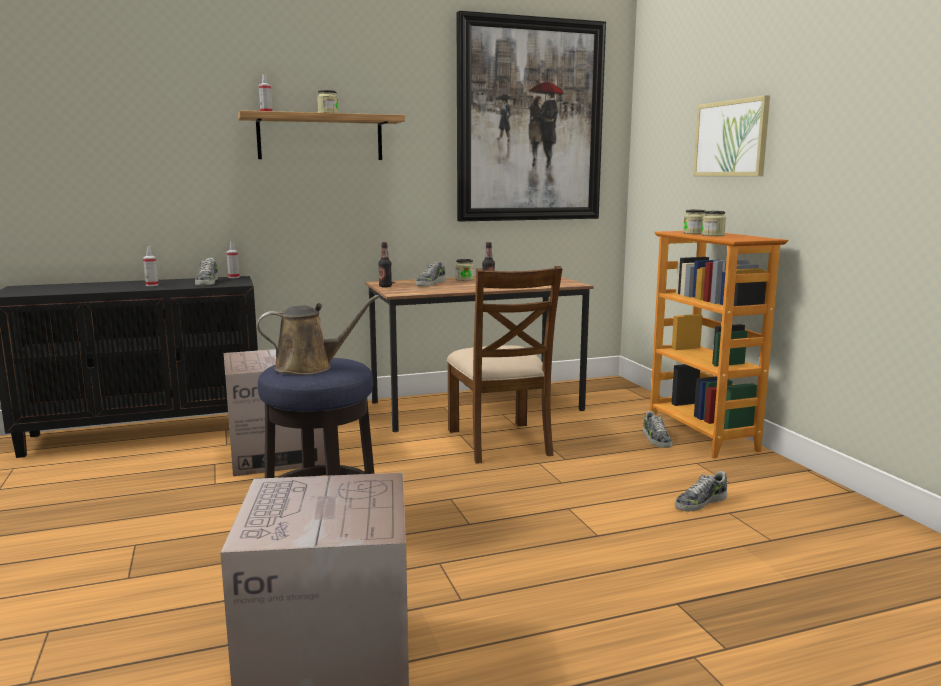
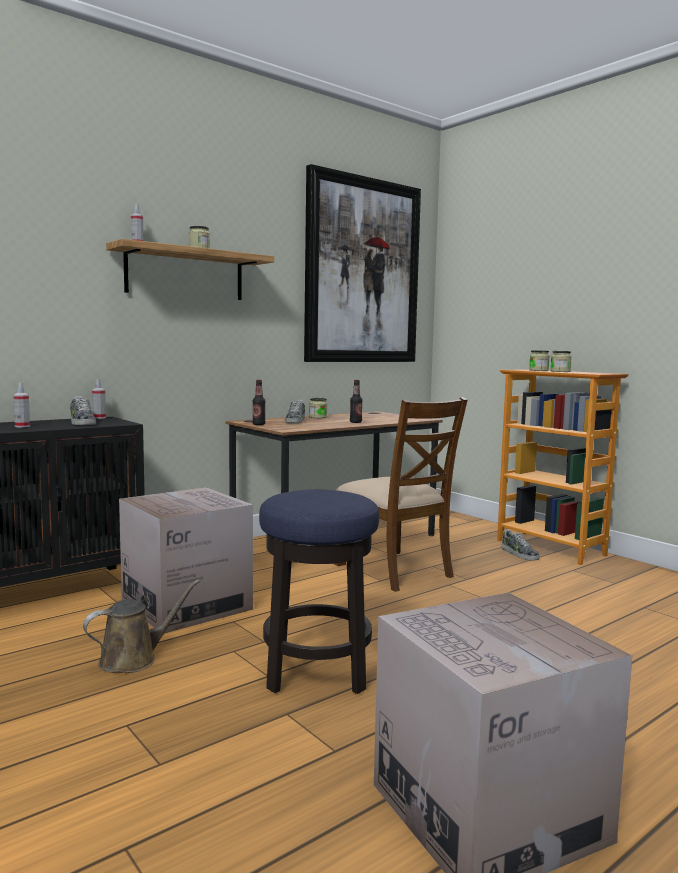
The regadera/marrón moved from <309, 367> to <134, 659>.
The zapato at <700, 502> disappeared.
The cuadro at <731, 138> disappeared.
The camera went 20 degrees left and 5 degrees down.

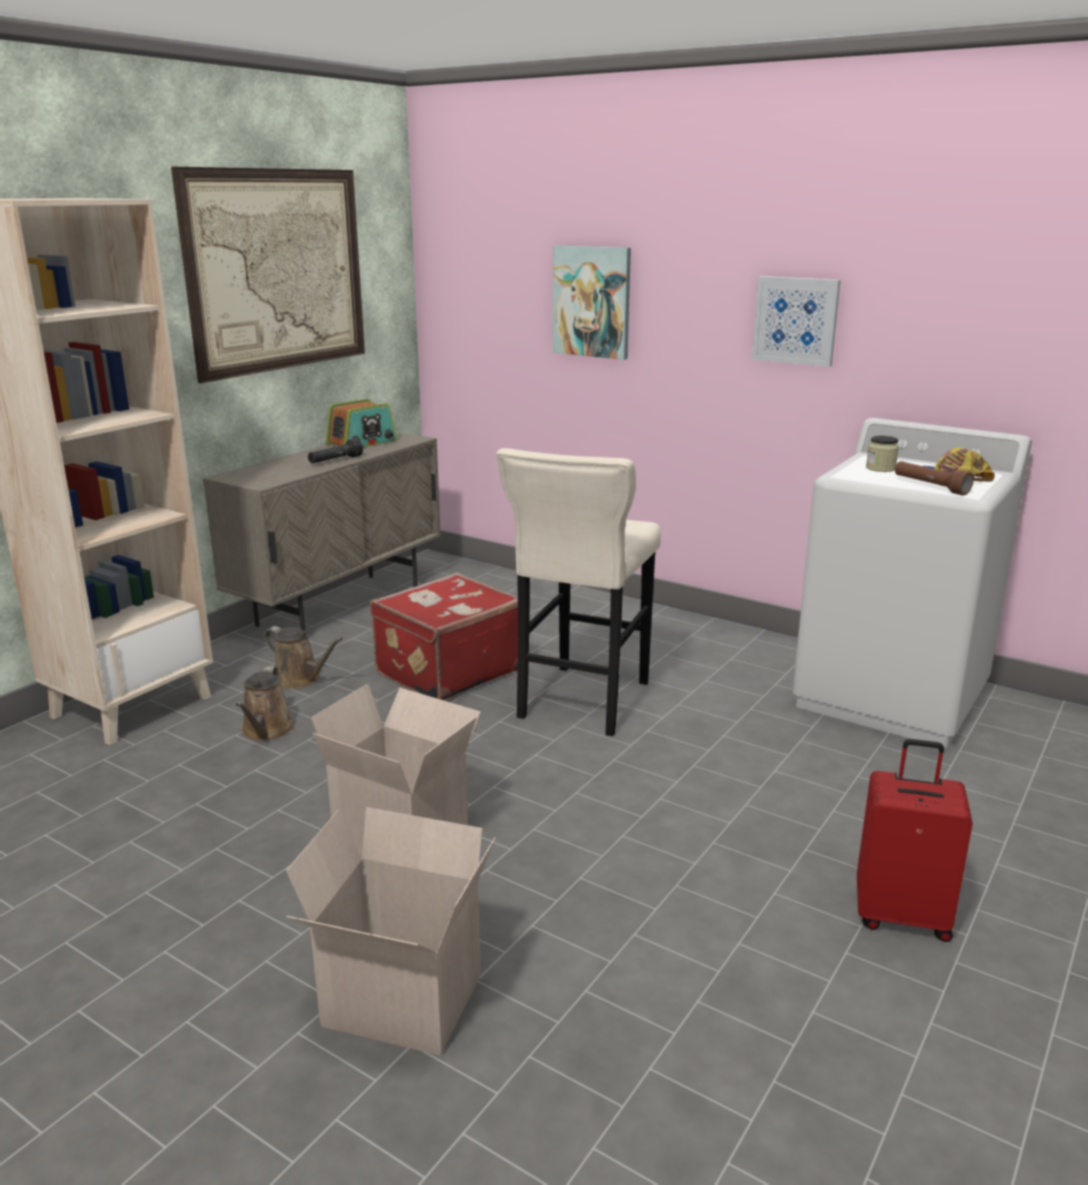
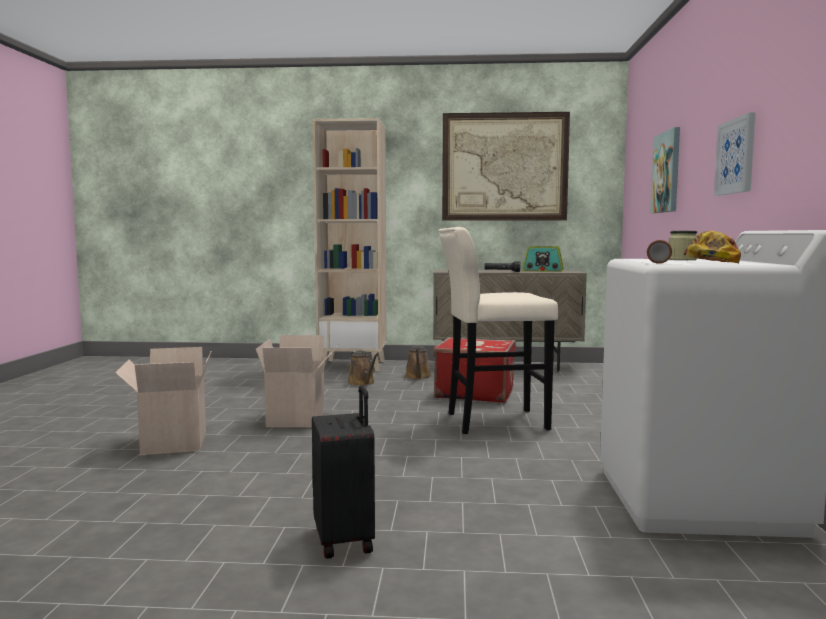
The maleta/rojo at <901, 915> became the maleta/negro at <345, 539>.
The regadera/marrón at <266, 731> turned 90 degrees counterclockwise.
The camera went 60 degrees right and 15 degrees down.

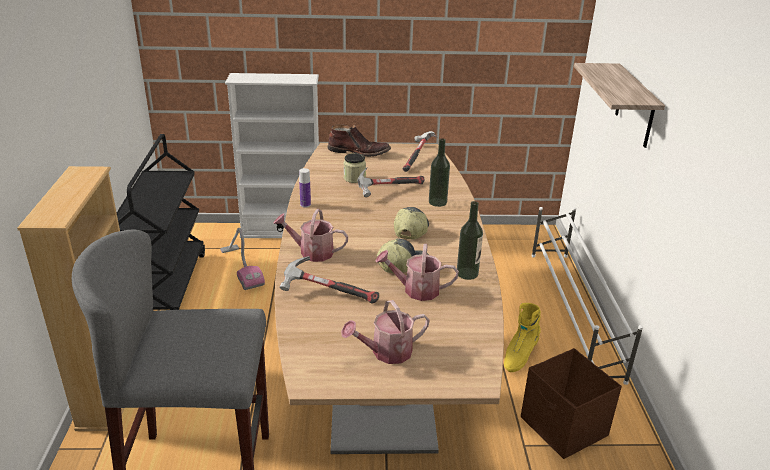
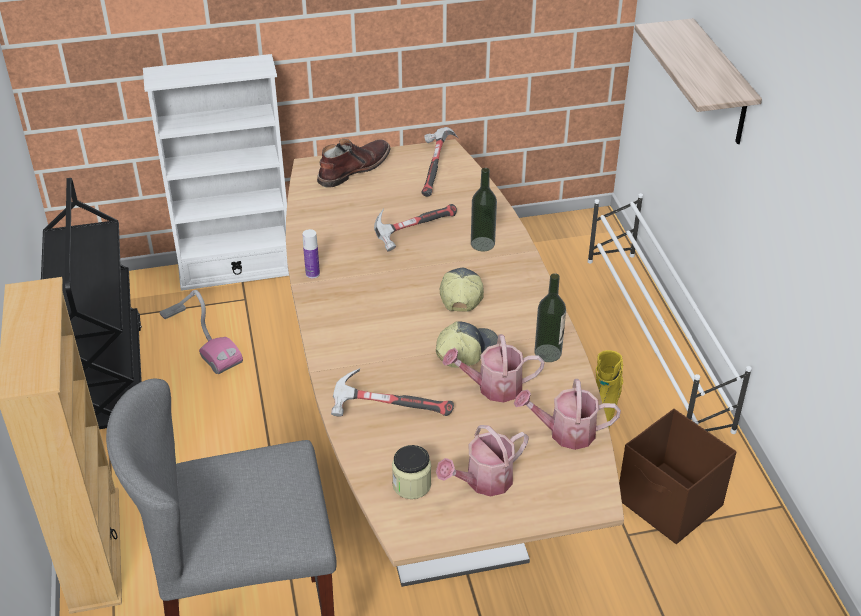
The bota/marrón at <359, 152> turned 45 degrees counterclockwise.
The tarro moved from <354, 178> to <411, 485>.
The regadera moved from <312, 252> to <565, 432>.
The camera went 10 degrees left and 10 degrees up.

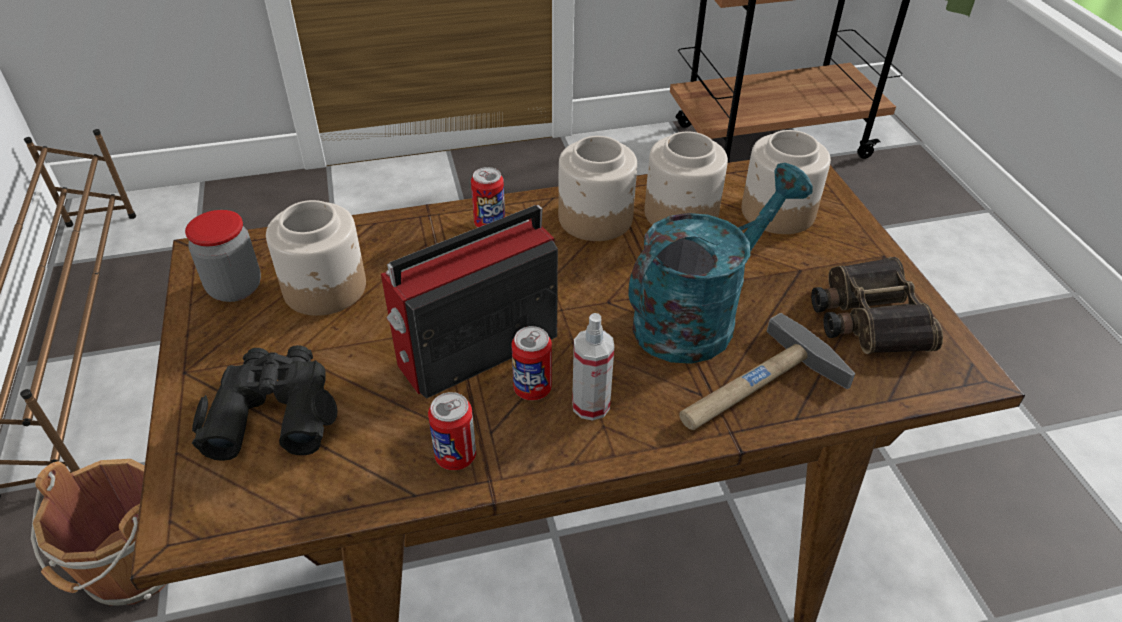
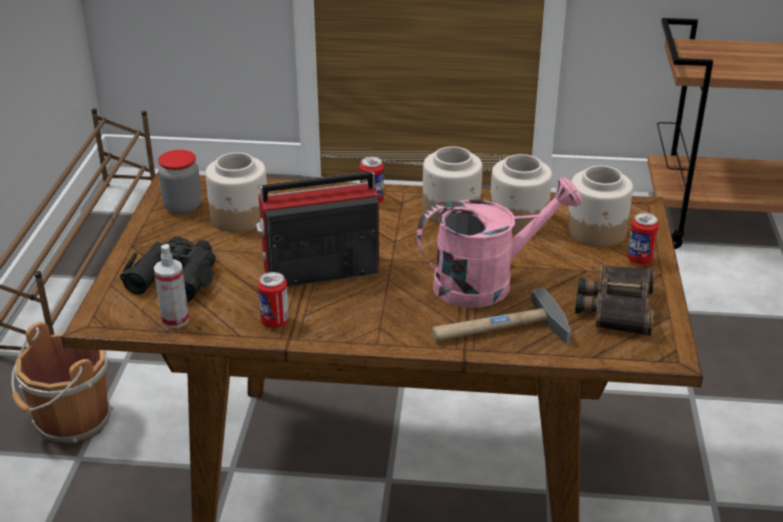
The pulverizador moved from <591, 405> to <175, 320>.
The regadera/turquesa at <697, 316> became the regadera/rosa at <486, 282>.
The lata moved from <532, 388> to <639, 260>.
The camera went 20 degrees right and 10 degrees down.

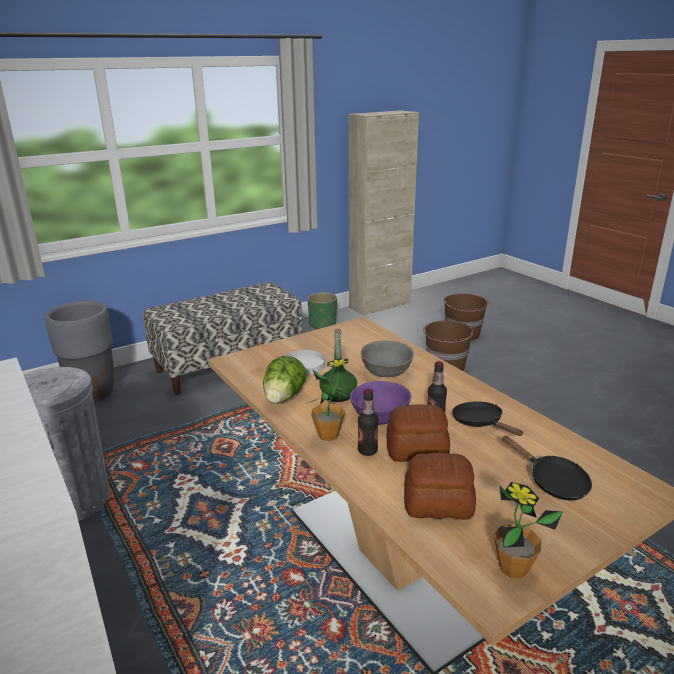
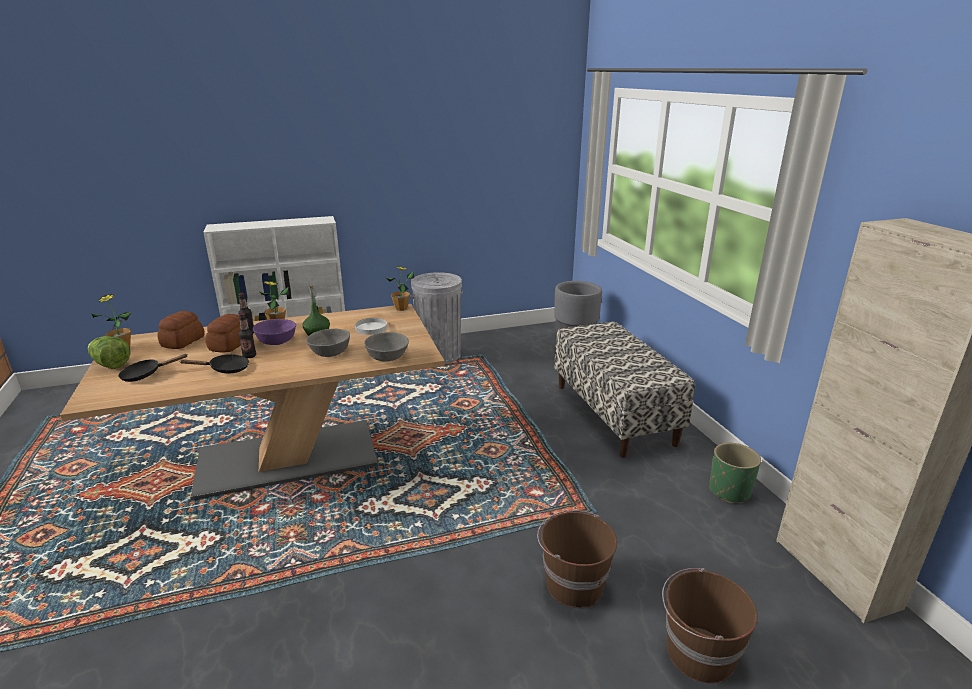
The lechuga moved from <284, 398> to <111, 364>.
The cuenco/gris at <388, 357> appeared.
The planta en maceta at <401, 308> appeared.
The camera went 105 degrees right and 0 degrees up.

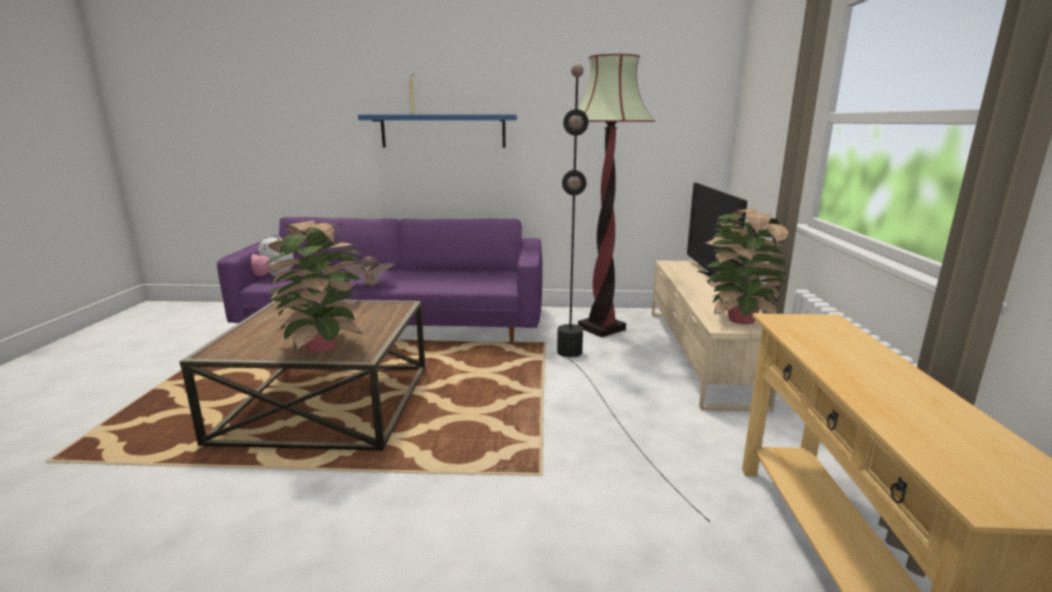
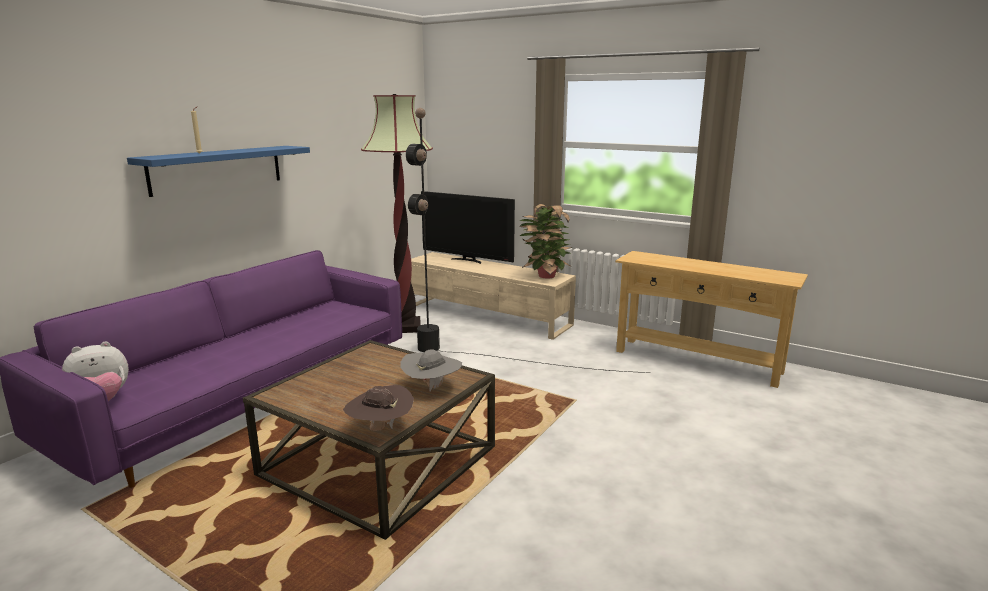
The sombrero/marrón moved from <371, 285> to <380, 429>.
The planta en maceta at <324, 347> was replaced by the sombrero/gris at <432, 387>.
The camera went 60 degrees left and 0 degrees up.

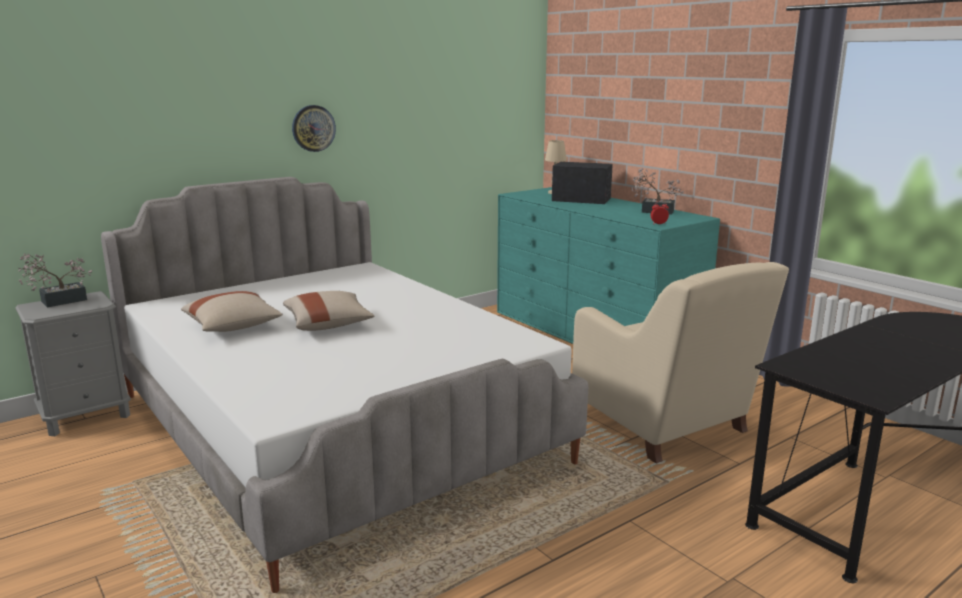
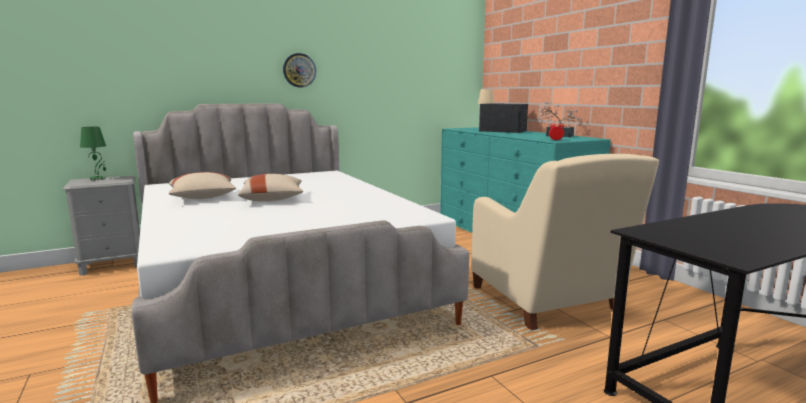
The planta en maceta at <58, 301> was replaced by the lámpara de mesa/verde at <98, 179>.
The camera went 10 degrees right and 5 degrees down.

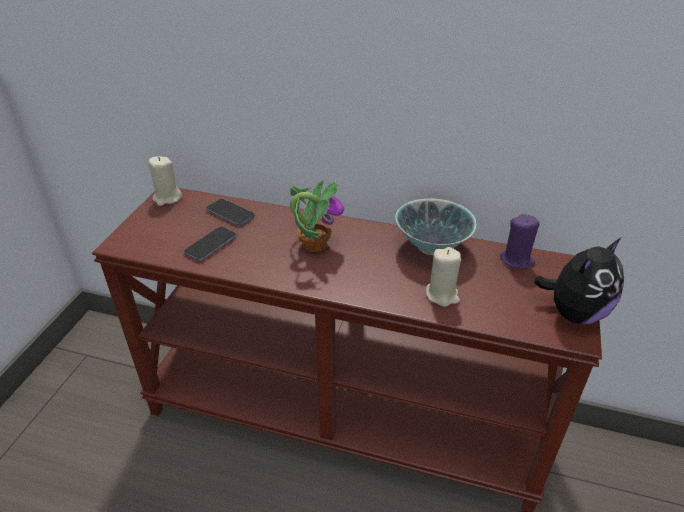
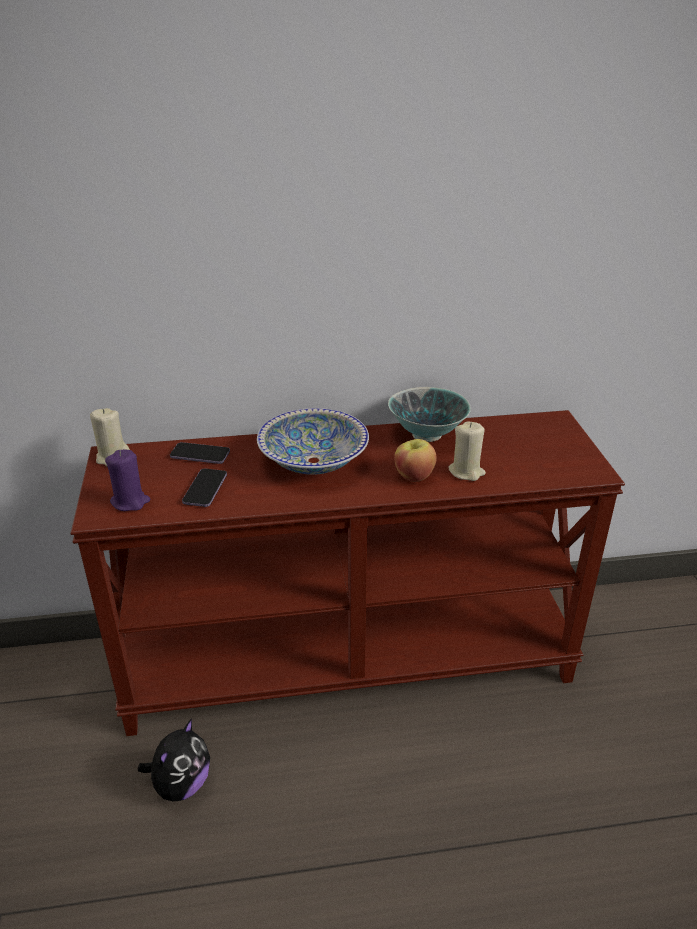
The vela/morado moved from <517, 260> to <130, 502>.
The peluche moved from <574, 313> to <181, 784>.
The planta en maceta at <314, 244> was replaced by the cuenco at <313, 461>.
The manzana at <413, 476> appeared.
The camera went 25 degrees left and 5 degrees down.

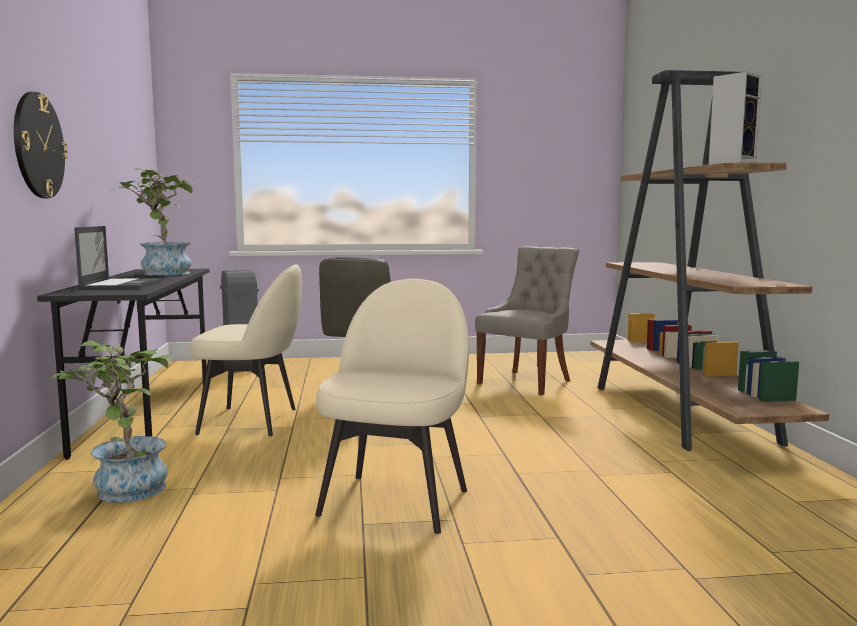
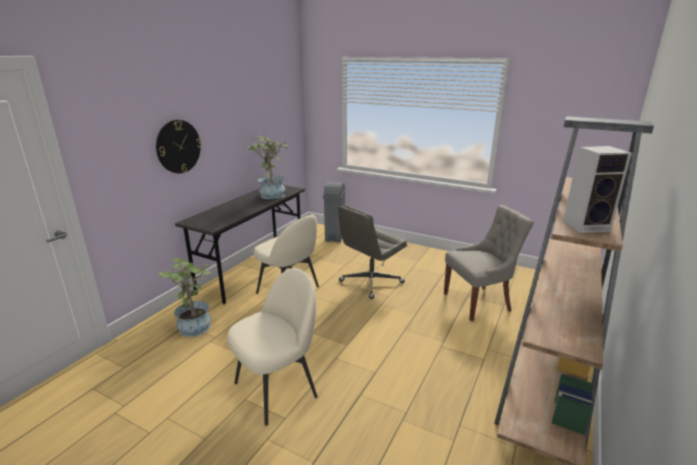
The portátil at <122, 285> disappeared.
The camera went 35 degrees right and 15 degrees up.

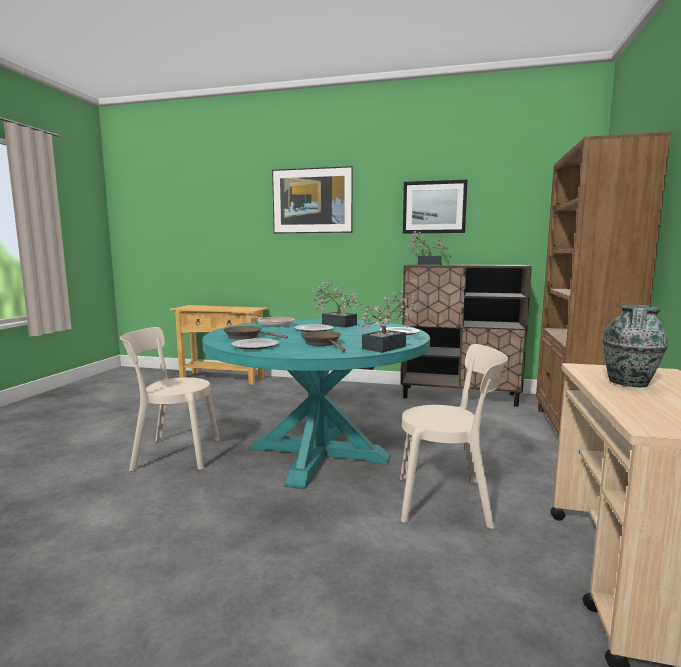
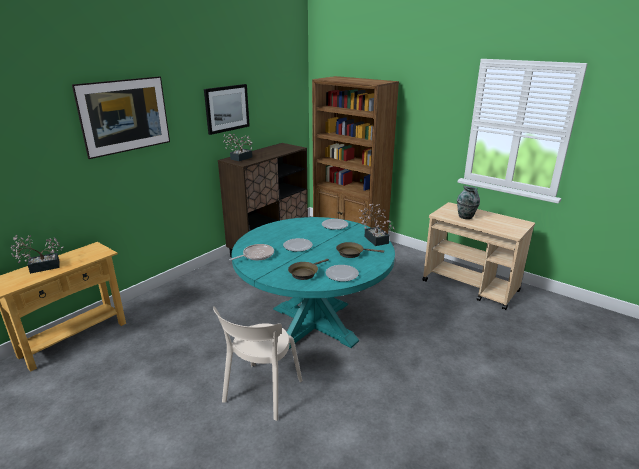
The planta en maceta moved from <336, 324> to <41, 267>.
The silla/beis at <448, 501> disappeared.
The camera went 65 degrees left and 15 degrees up.

